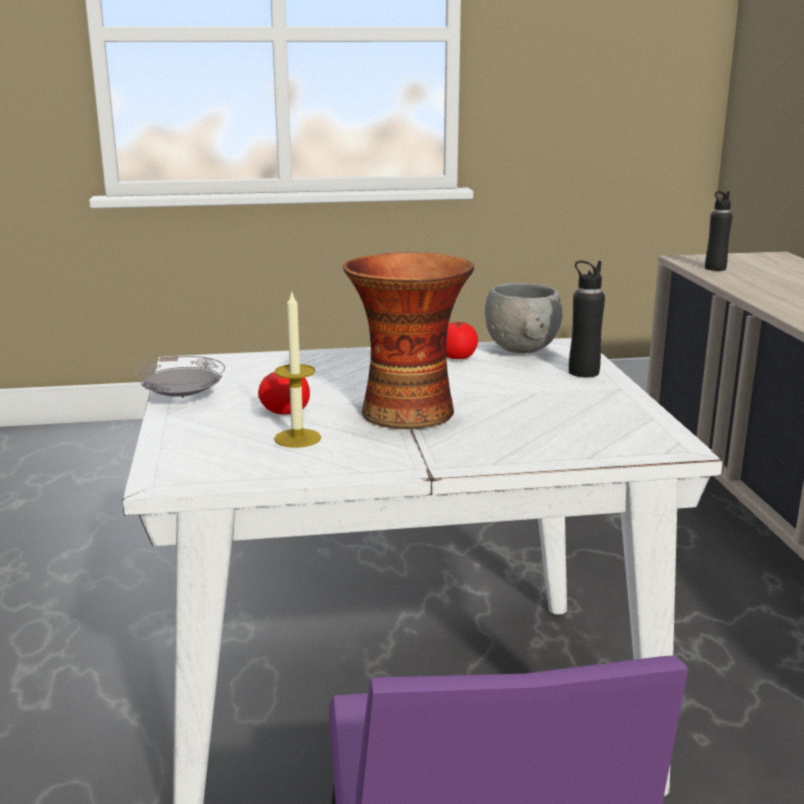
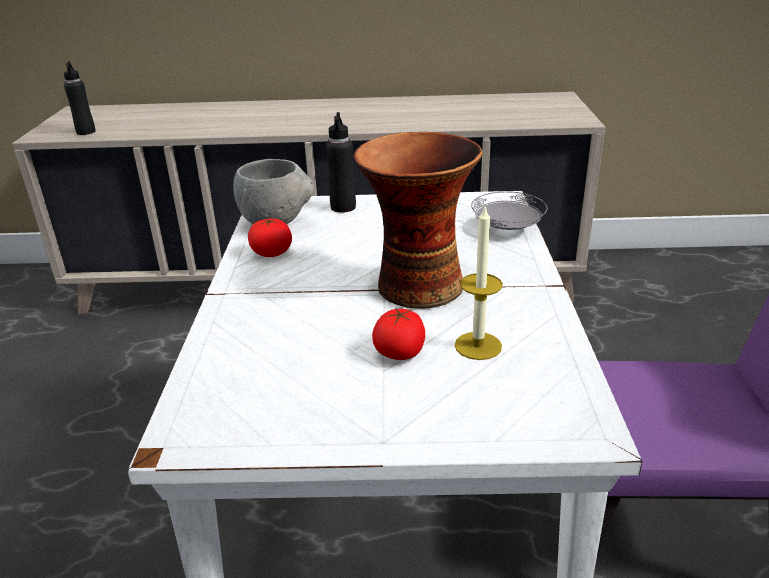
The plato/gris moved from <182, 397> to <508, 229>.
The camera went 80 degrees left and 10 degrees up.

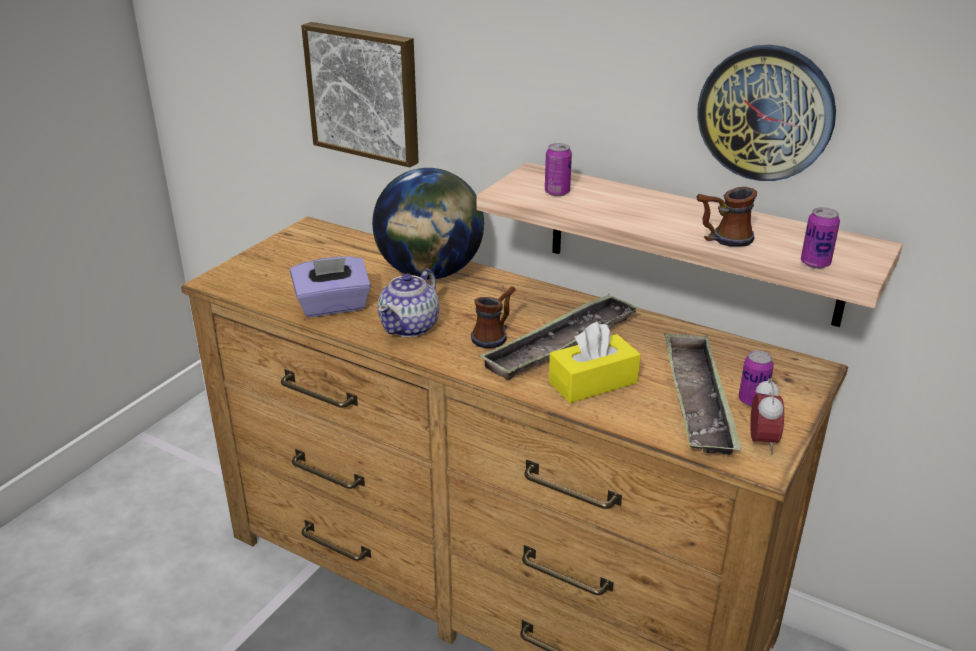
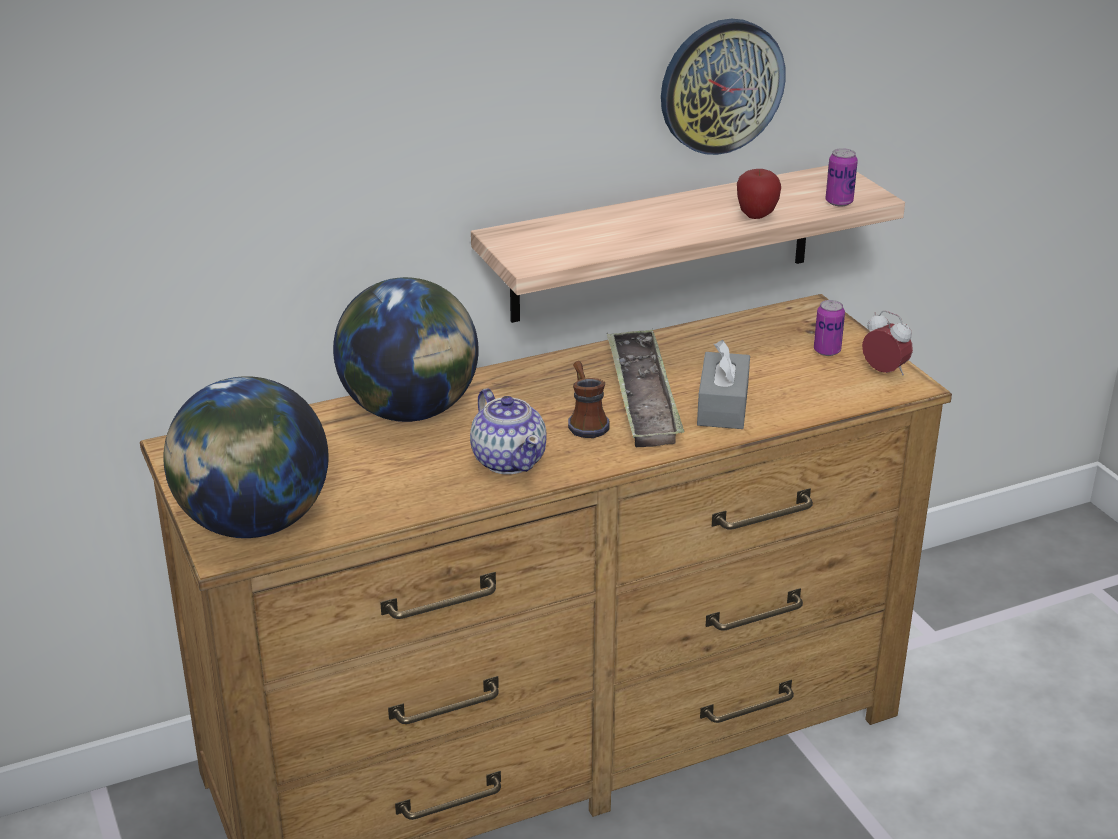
The globo terráqueo at <253, 524> appeared.
The caja de pañuelos/amarillo at <593, 382> became the caja de pañuelos/gris at <722, 406>.
The taza grande at <722, 239> was replaced by the manzana at <756, 216>.
The caja de pañuelos/morado at <333, 306> disappeared.
The cuadro at <365, 92> disappeared.
The lata at <557, 192> disappeared.
The bandeja at <697, 400> disappeared.
The camera went 55 degrees left and 0 degrees up.

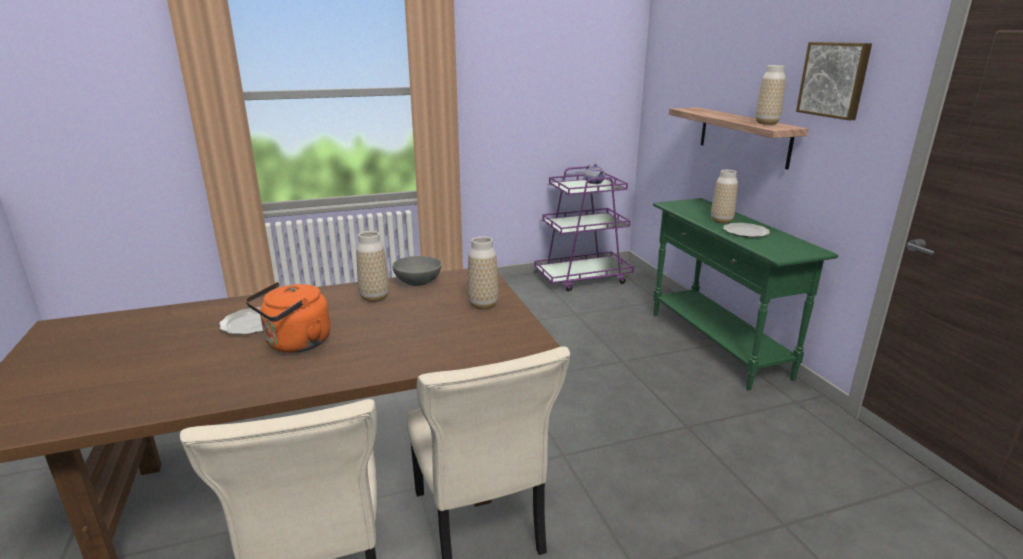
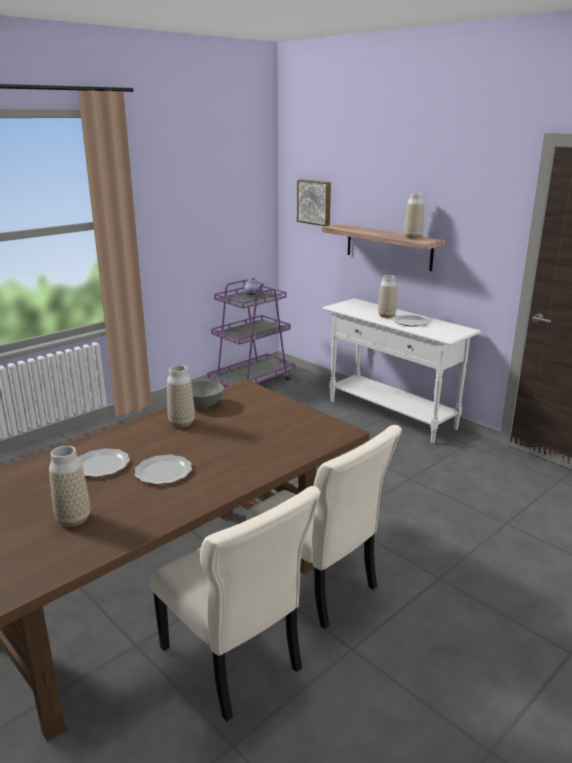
The florero moved from <483, 305> to <73, 519>.
The hervidor/naranja at <295, 344> was replaced by the plato at <162, 472>.
The cuadro moved from <834, 79> to <315, 202>.
The mesa consola/verde at <717, 344> became the mesa consola/blanco at <391, 415>.
The camera went 25 degrees left and 0 degrees up.

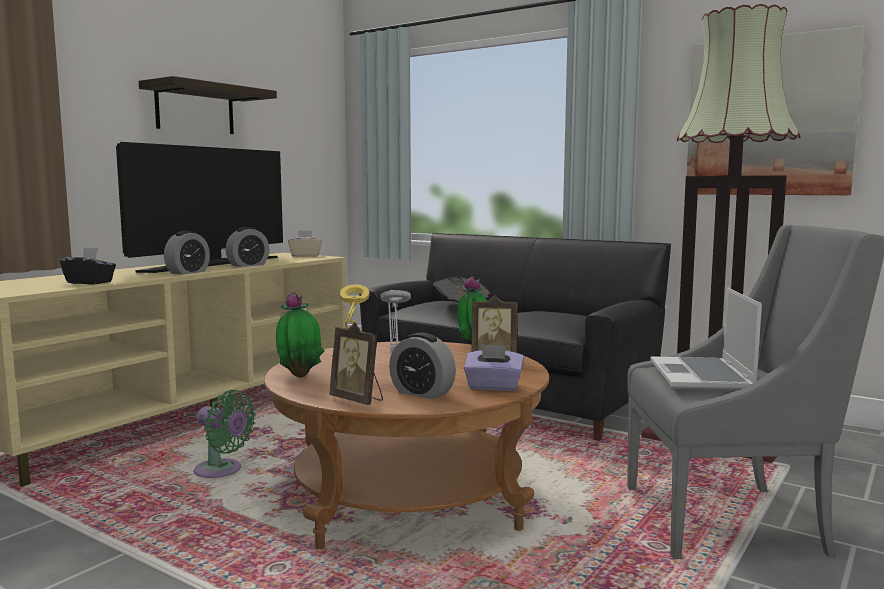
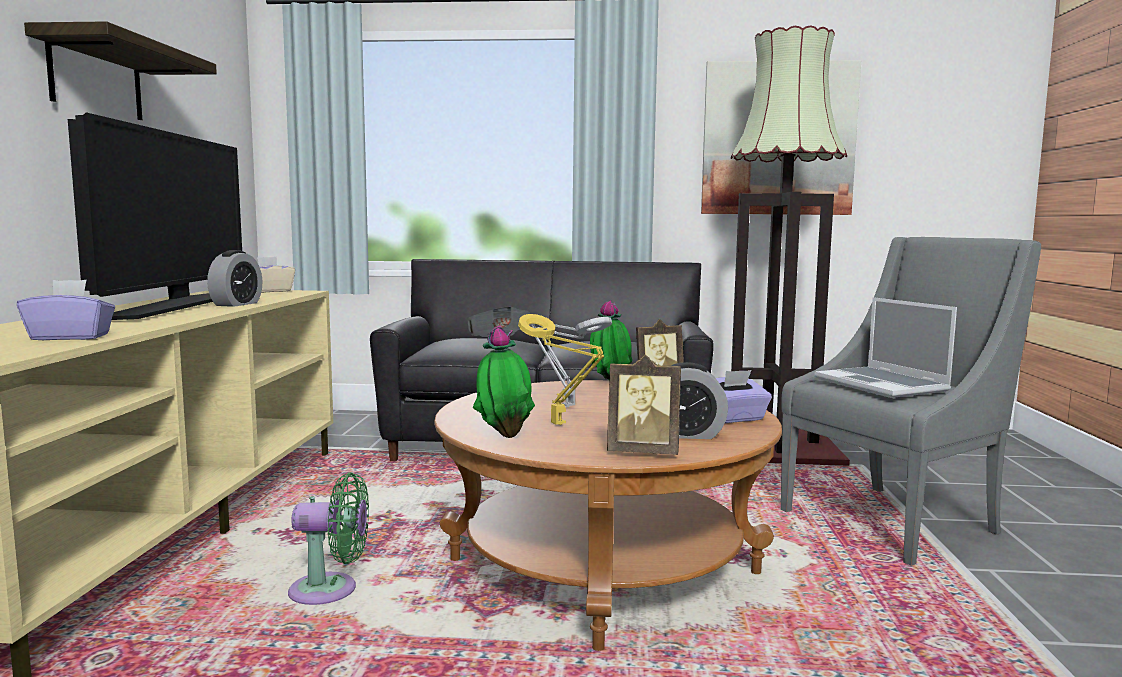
The caja de pañuelos/negro at <90, 282> became the caja de pañuelos/morado at <70, 337>.
The despertador at <188, 272> disappeared.
The camera went 30 degrees left and 0 degrees up.

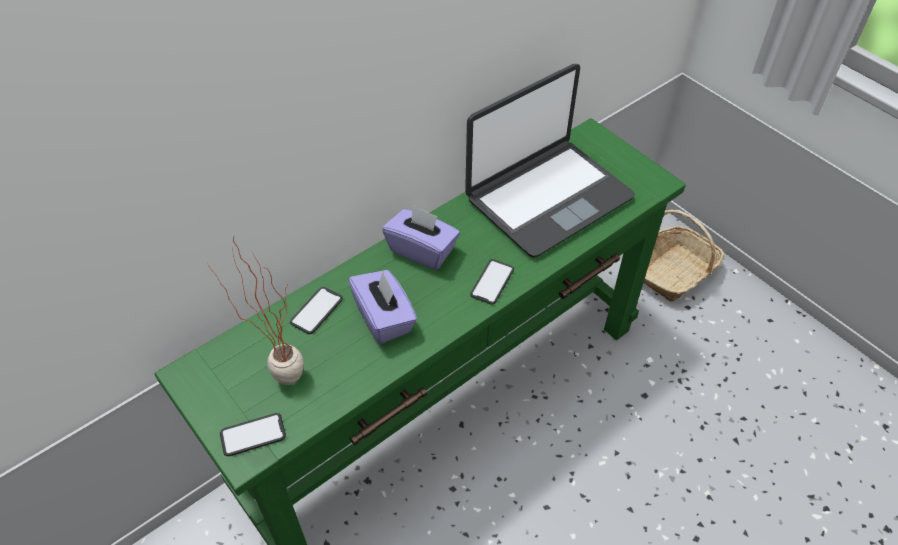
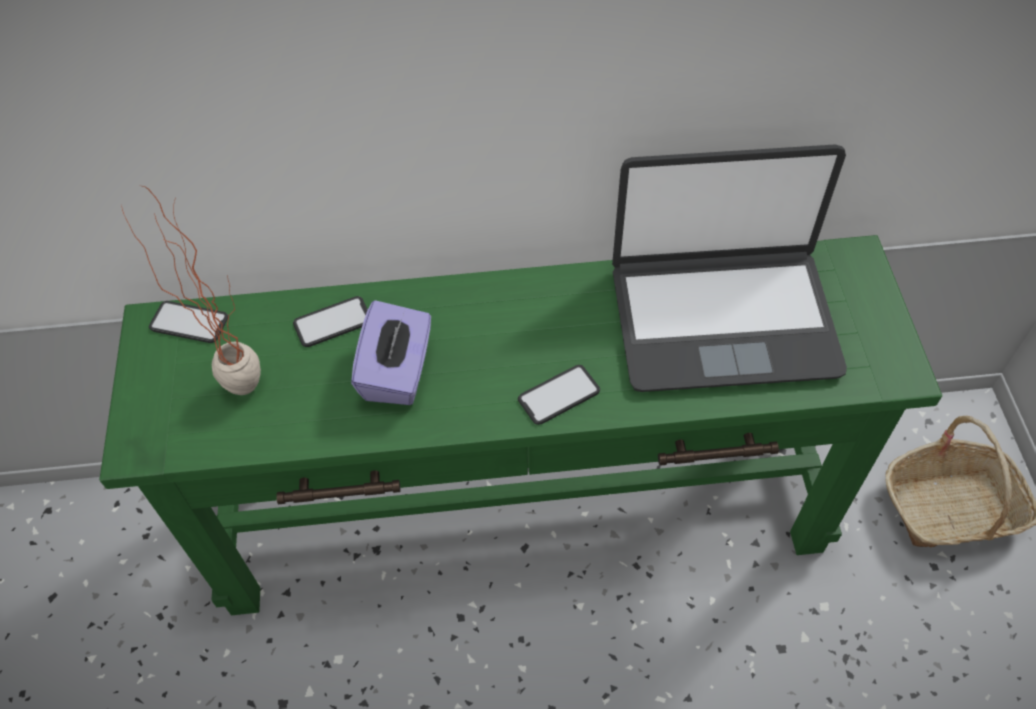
The móvil moved from <253, 435> to <189, 323>.
The caja de pañuelos/morado at <422, 250> disappeared.
The camera went 35 degrees right and 5 degrees up.

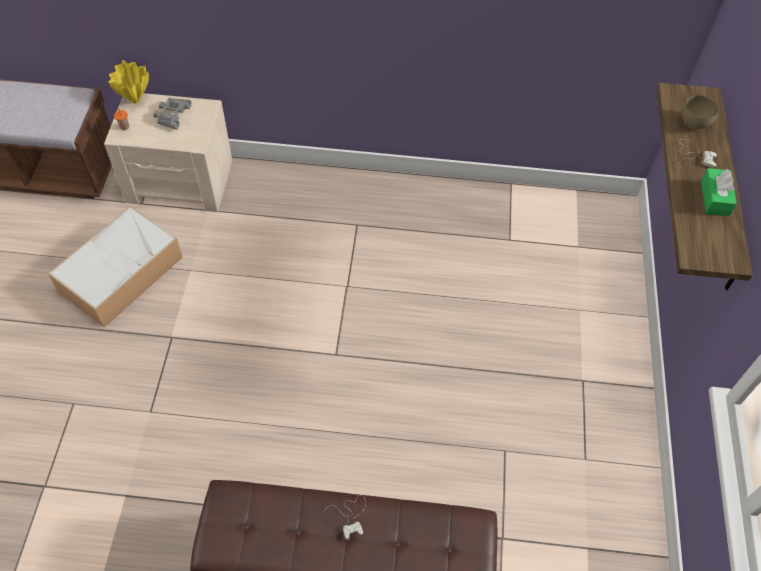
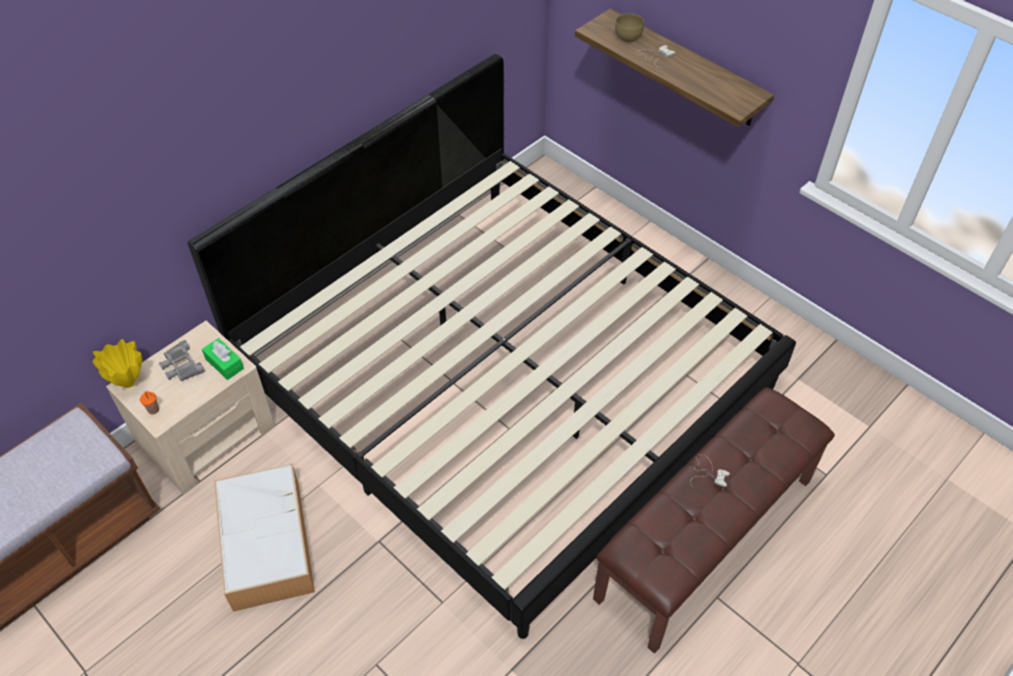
The cama at <506, 380> appeared.
The caja de pañuelos/verde moved from <714, 198> to <224, 364>.
The camera went 50 degrees left and 5 degrees down.

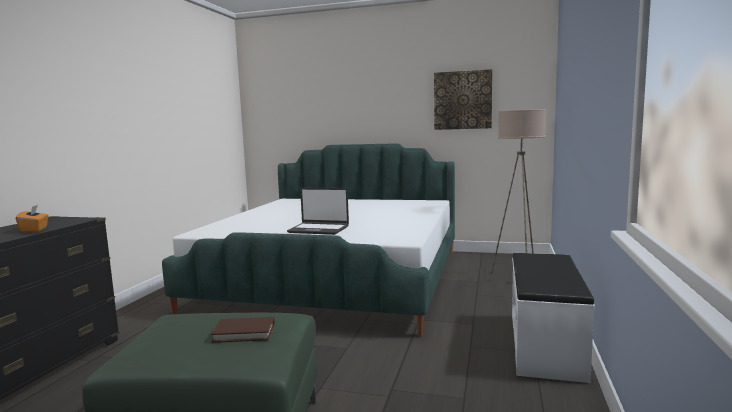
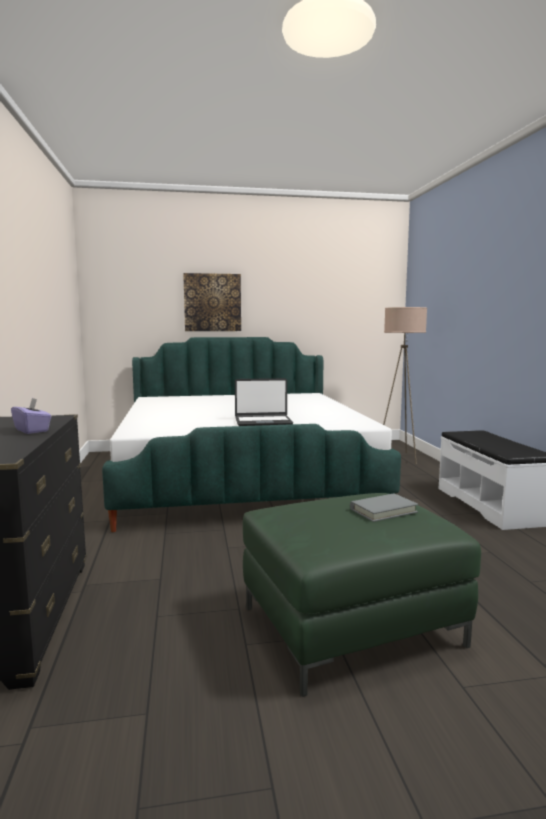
The caja de pañuelos/naranja at <35, 230> became the caja de pañuelos/morado at <32, 430>.
The cuadro moved from <462, 100> to <212, 302>.
The libro/marrón at <244, 333> became the libro/gris at <383, 510>.
The camera went 25 degrees left and 0 degrees up.

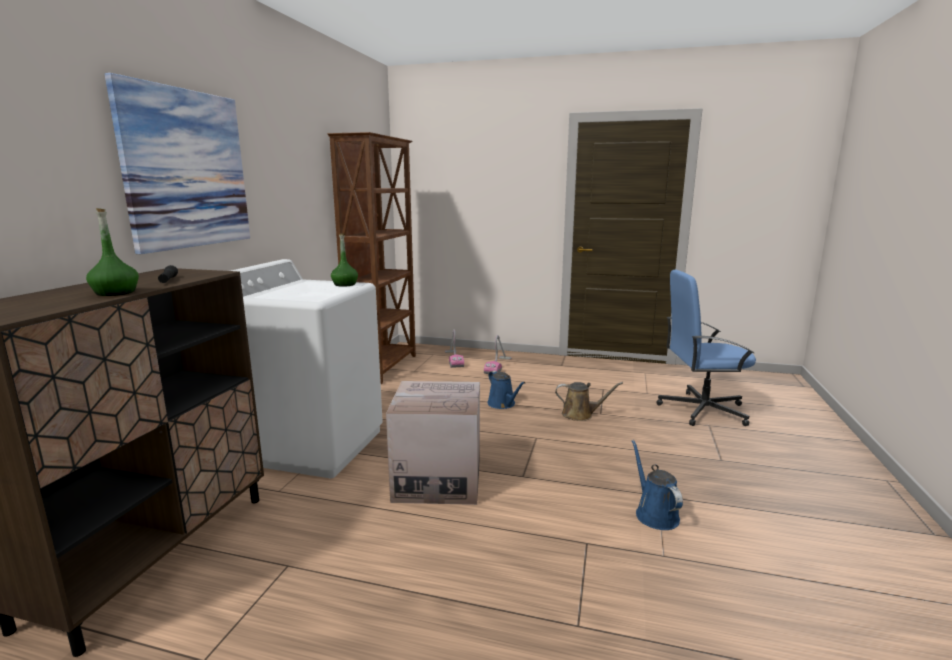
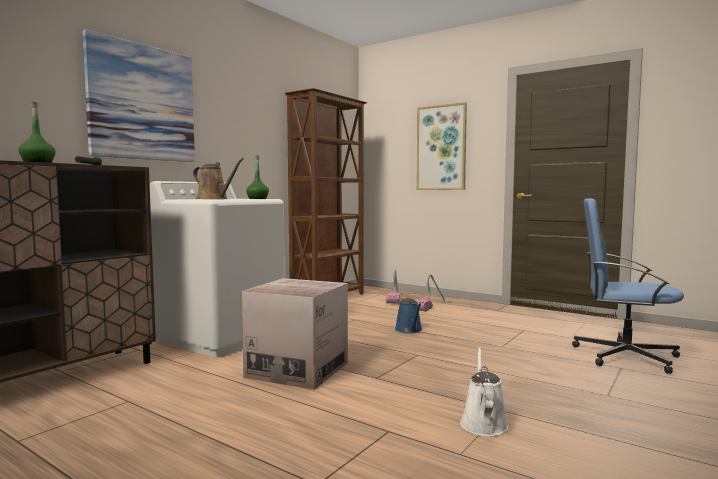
The regadera/marrón moved from <580, 415> to <214, 199>.
The cuadro at <441, 148> appeared.
The regadera/azul at <654, 514> became the regadera/blanco at <483, 423>.
The camera went 20 degrees right and 10 degrees down.

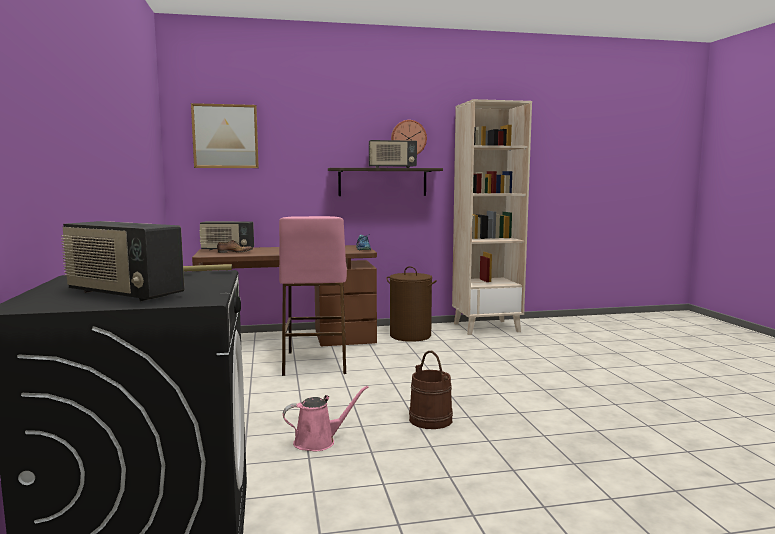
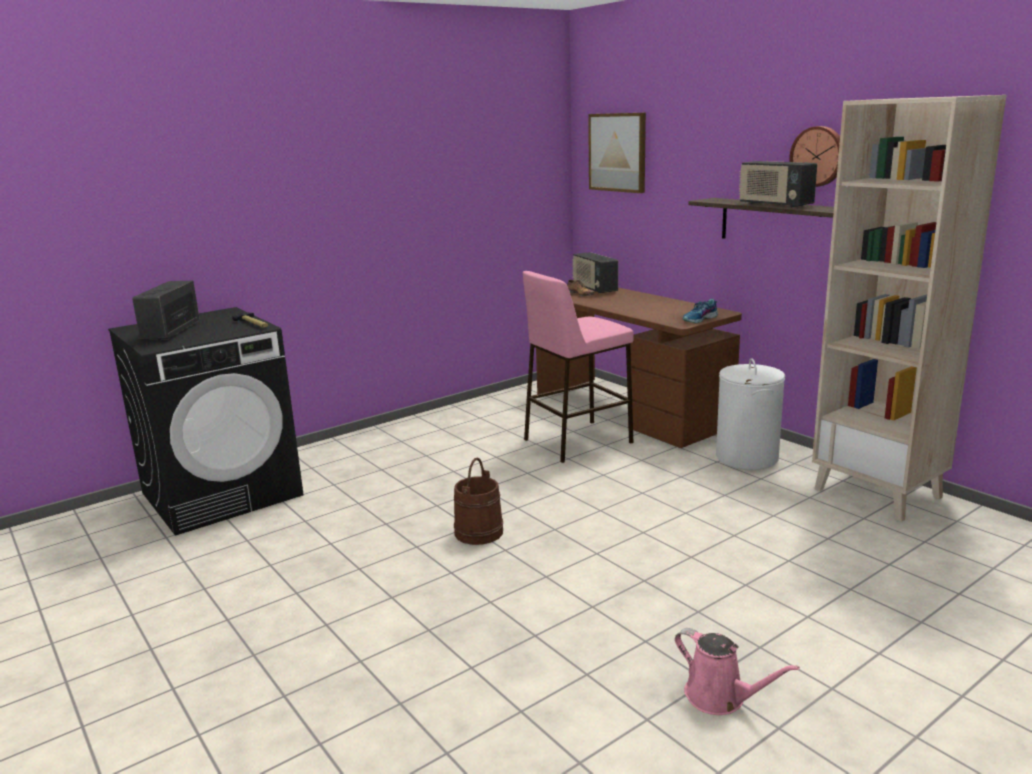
The regadera/rosa moved from <318, 441> to <720, 698>.
The cesto de la ropa/marrón at <410, 336> became the cesto de la ropa/blanco at <747, 457>.
The camera went 65 degrees right and 10 degrees up.

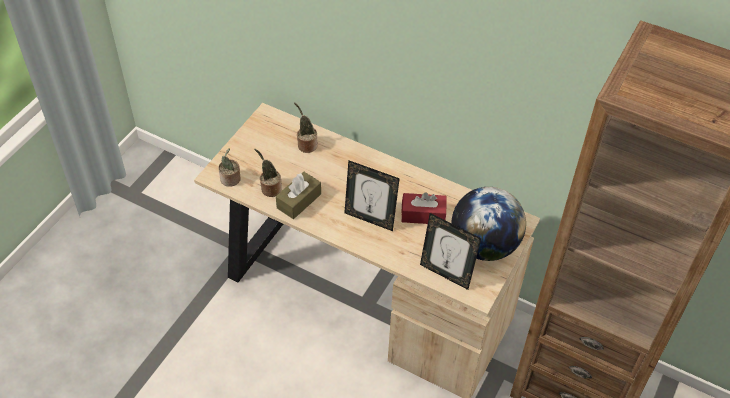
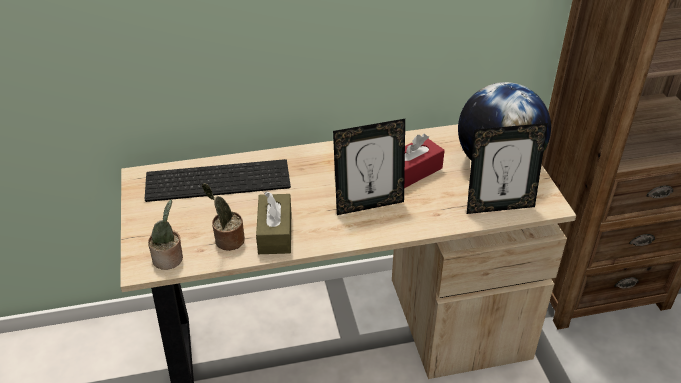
The planta en maceta at <306, 145> was replaced by the teclado at <219, 179>.
The camera went 40 degrees left and 10 degrees down.

